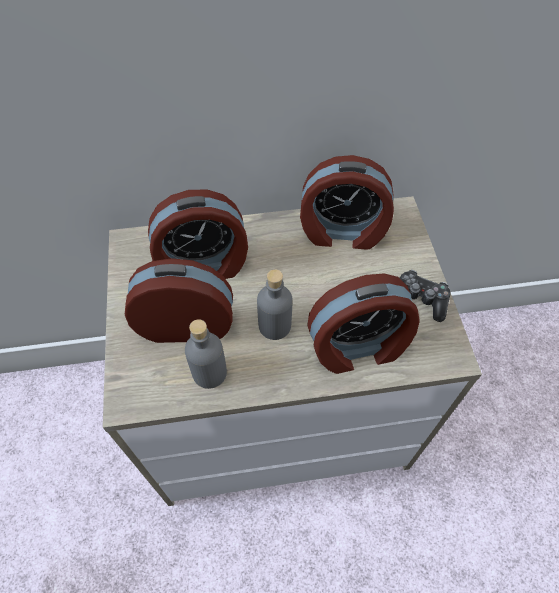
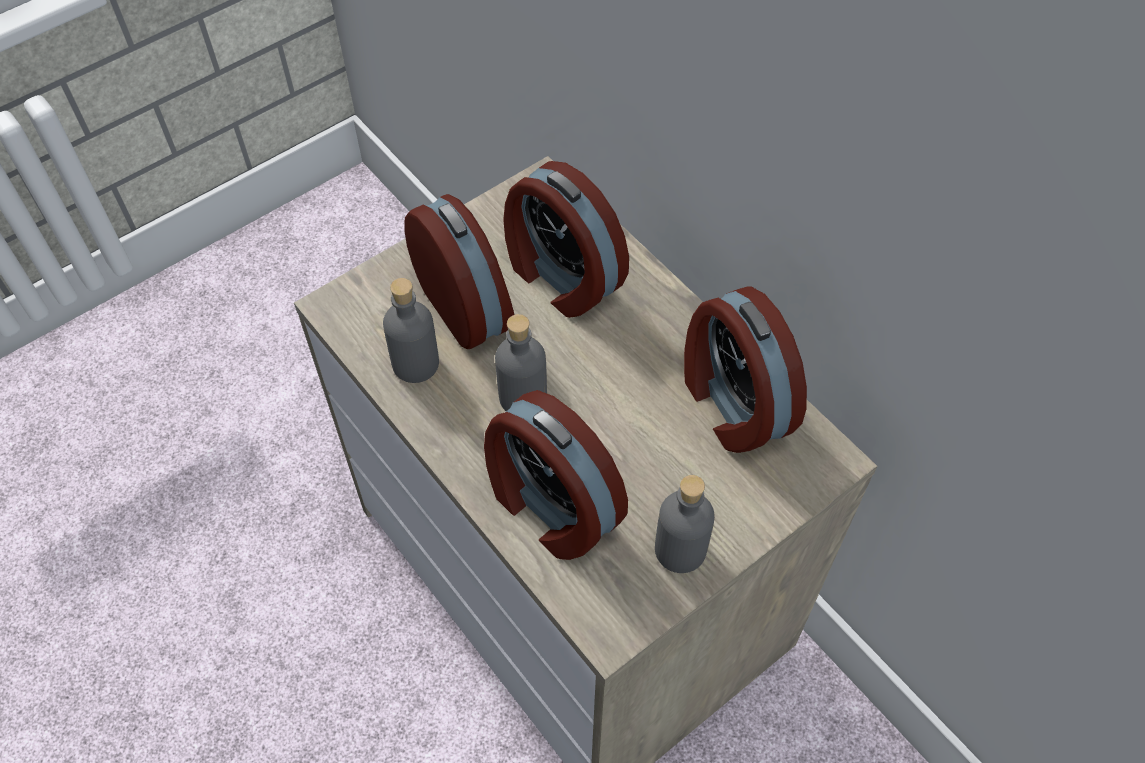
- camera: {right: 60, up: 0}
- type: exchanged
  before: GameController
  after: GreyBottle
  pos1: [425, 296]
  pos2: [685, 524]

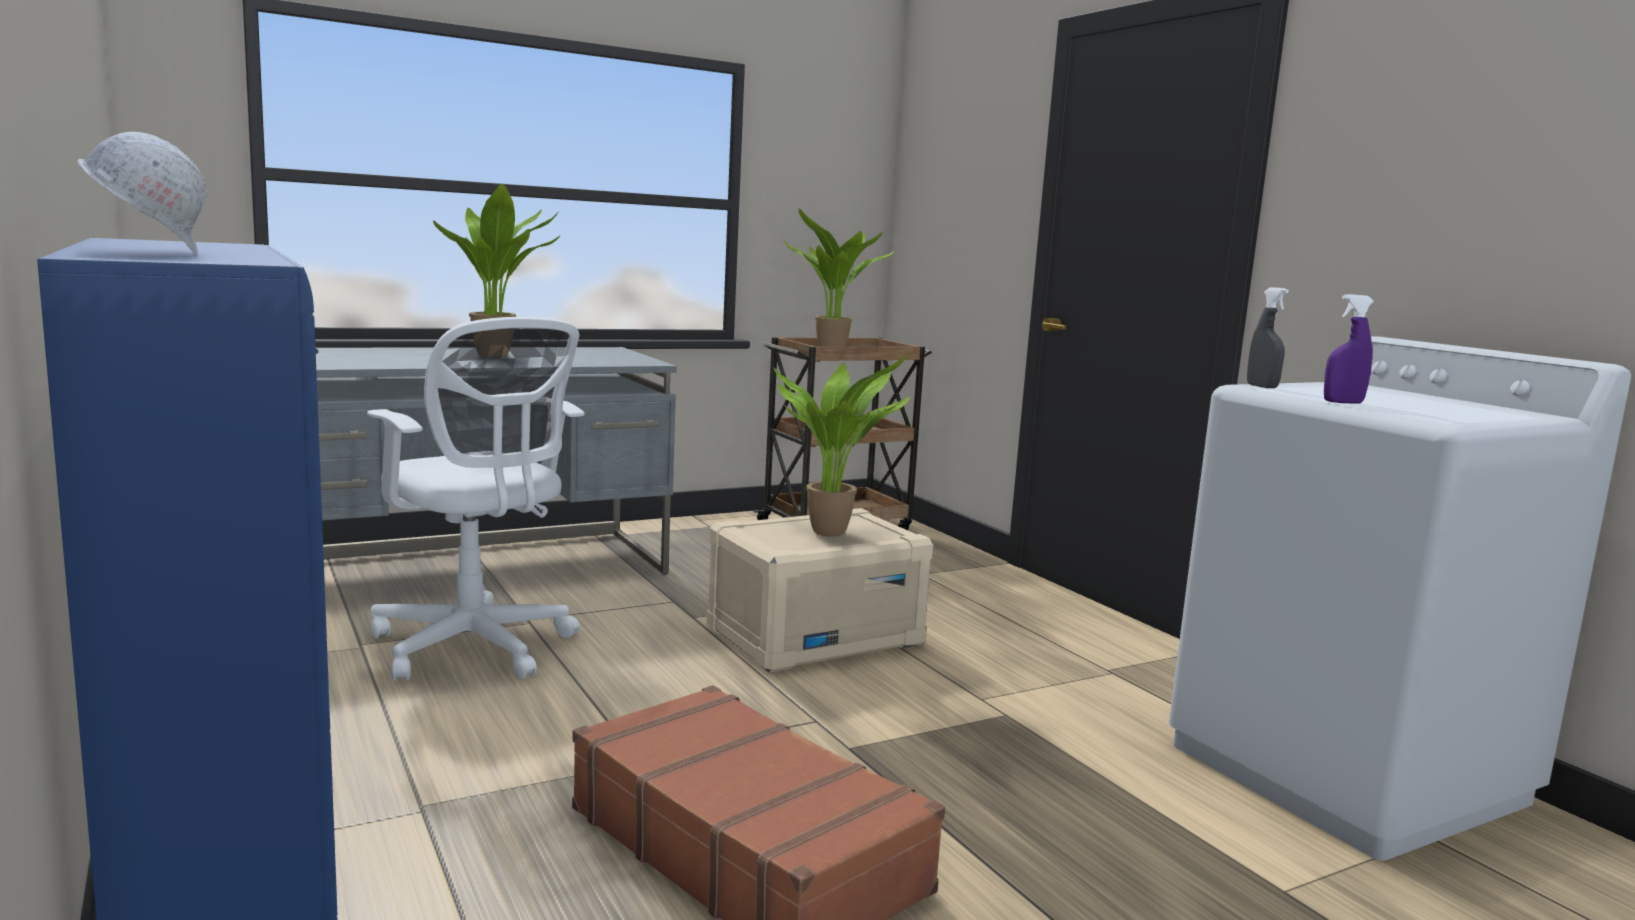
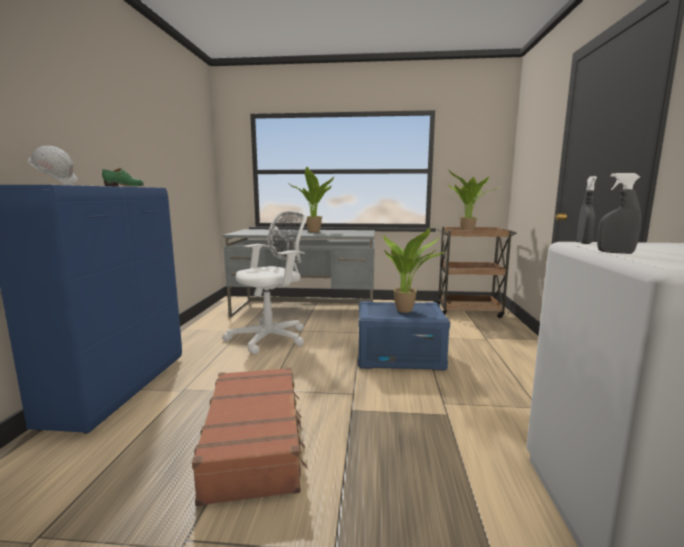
- camera: {right: 35, up: 0}
- type: appeared
  after: GreenShoe
  pos2: [123, 177]
- type: colour
  before: BeigeStorageBox
  after: BlueStorageBox
  pos1: [820, 590]
  pos2: [404, 336]
- type: colour
  before: PurpleSprayBottle
  after: GreySprayBottle
  pos1: [1349, 349]
  pos2: [619, 213]
- type: spun
  before: WhiteOfficeChair
  pos1: [476, 499]
  pos2: [264, 282]
  turn: -120

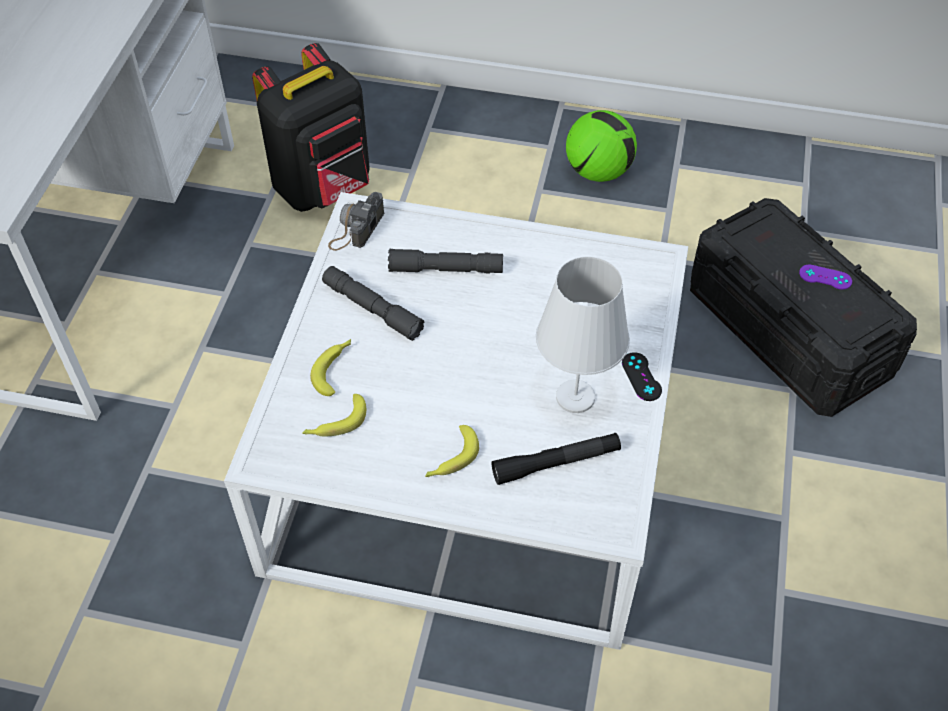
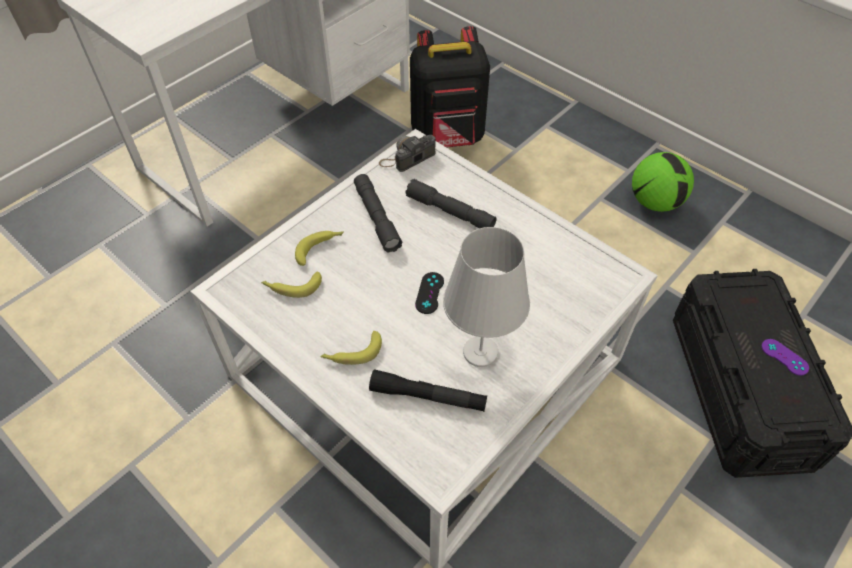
- camera: {right: 30, up: 0}
- type: relocated
  before: BlackGameController
  pos1: [642, 376]
  pos2: [429, 293]

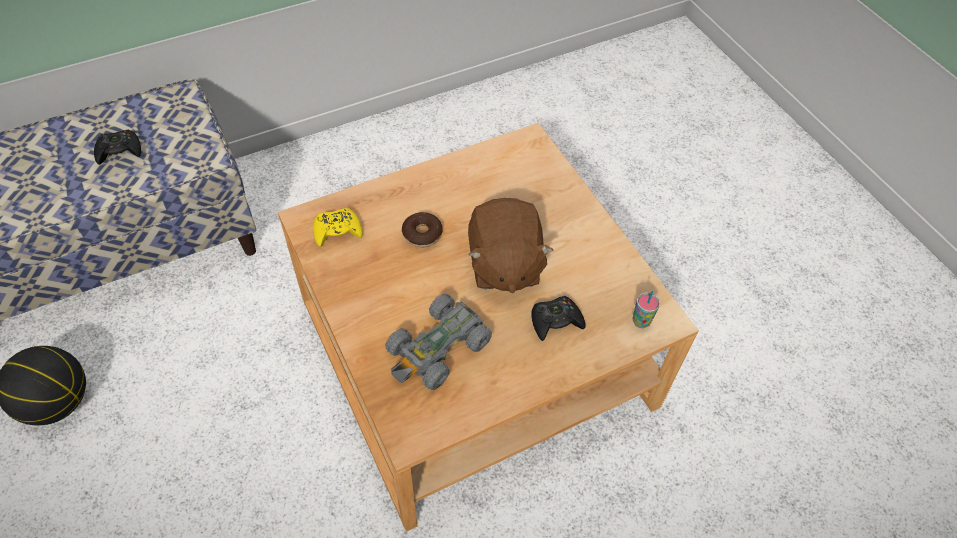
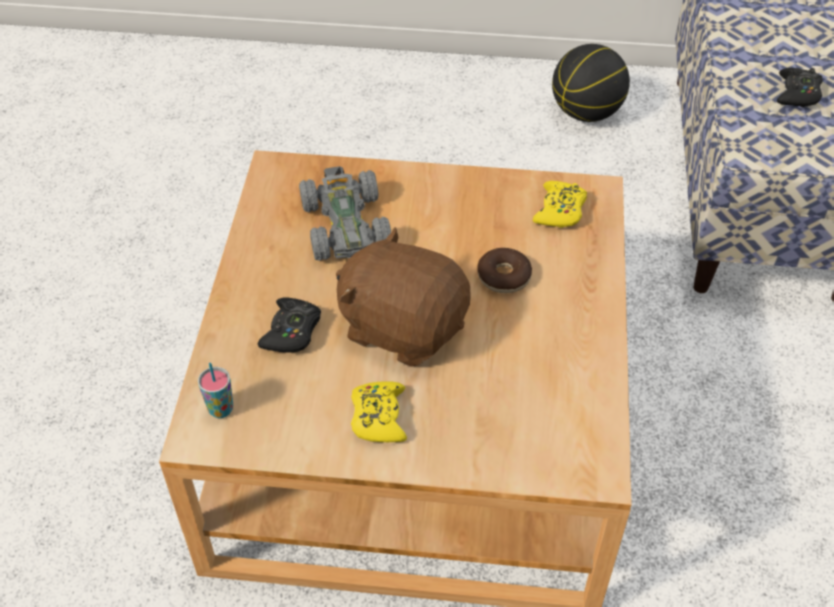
- camera: {right: 125, up: -5}
- type: appeared
  after: YellowGameController
  pos2: [379, 411]

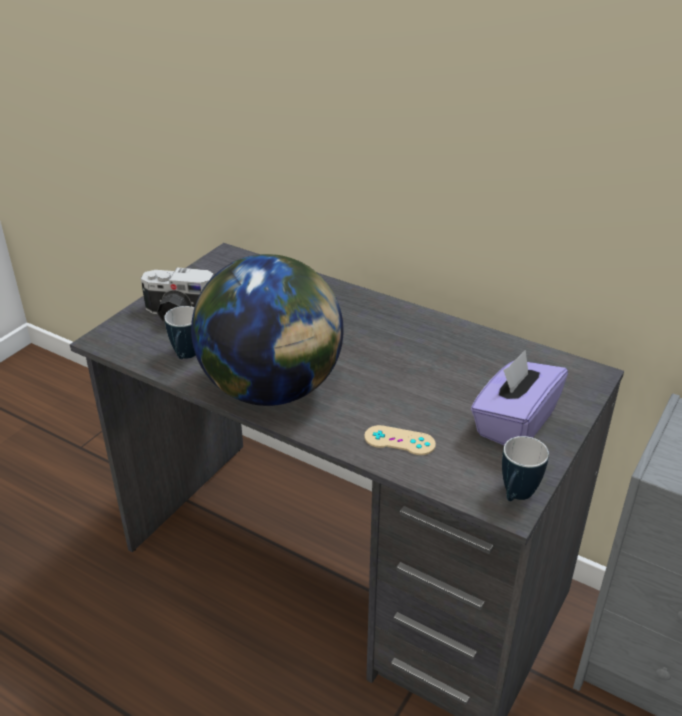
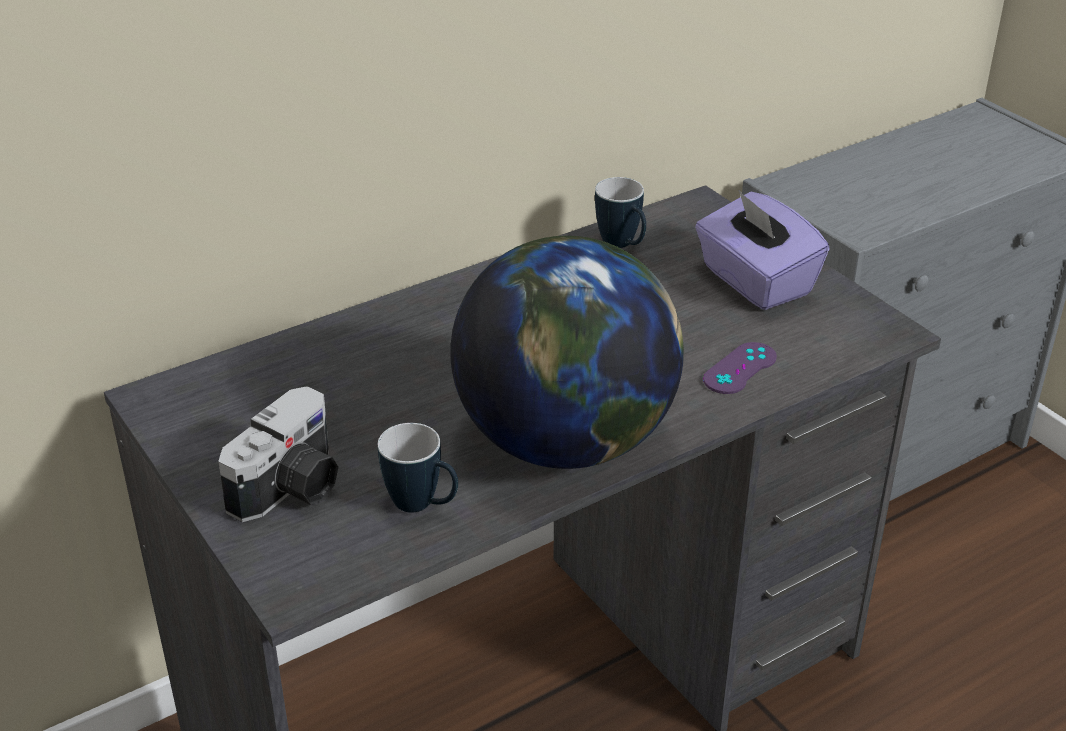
- camera: {right: -65, up: 0}
- type: relocated
  before: Mug
  pos1: [525, 468]
  pos2: [620, 212]
- type: colour
  before: BeigeGameController
  after: PurpleGameController
  pos1: [400, 440]
  pos2: [740, 368]

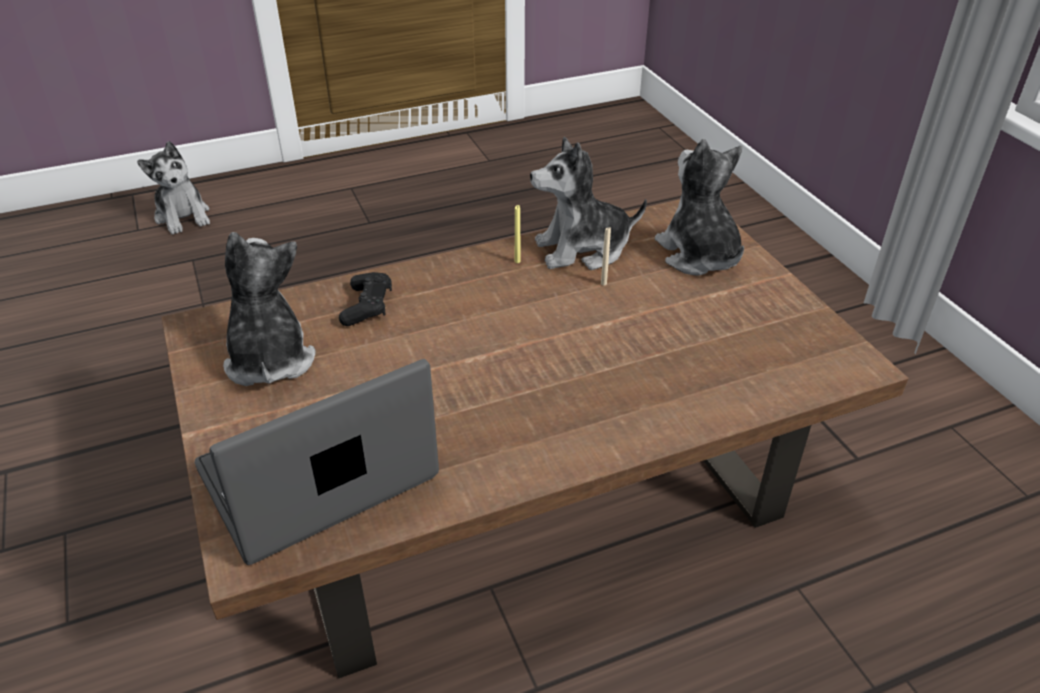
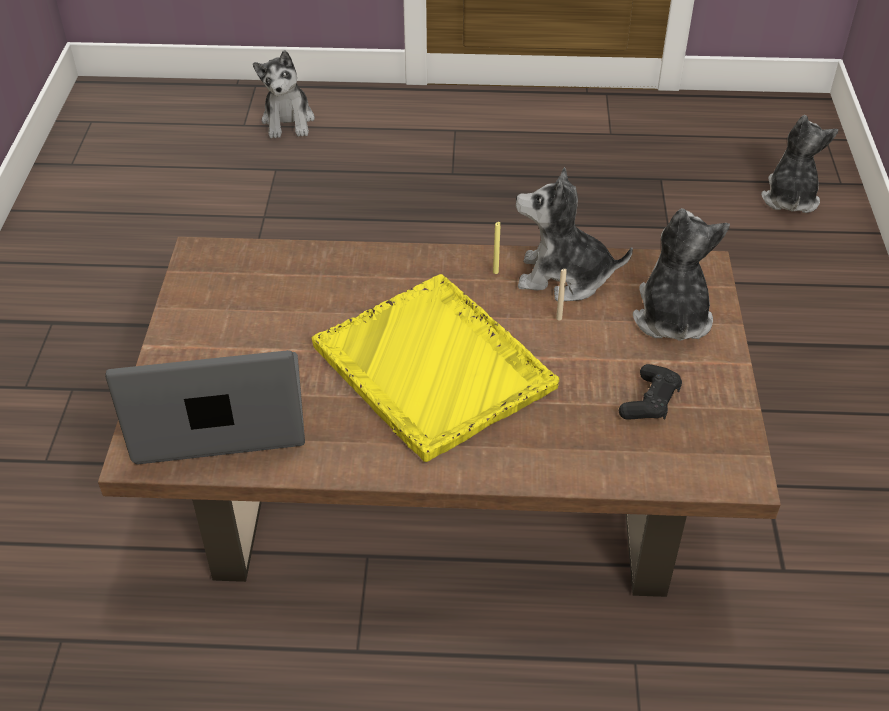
- camera: {right: 25, up: 5}
- type: appeared
  after: YellowTray
  pos2: [435, 368]
- type: relocated
  before: PlushToy
  pos1: [269, 309]
  pos2: [799, 164]
- type: relocated
  before: BlackGameController
  pos1: [365, 299]
  pos2: [650, 392]

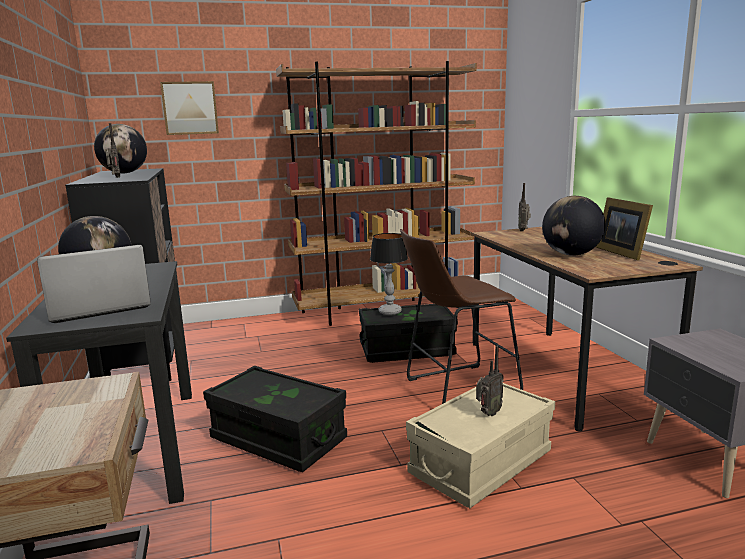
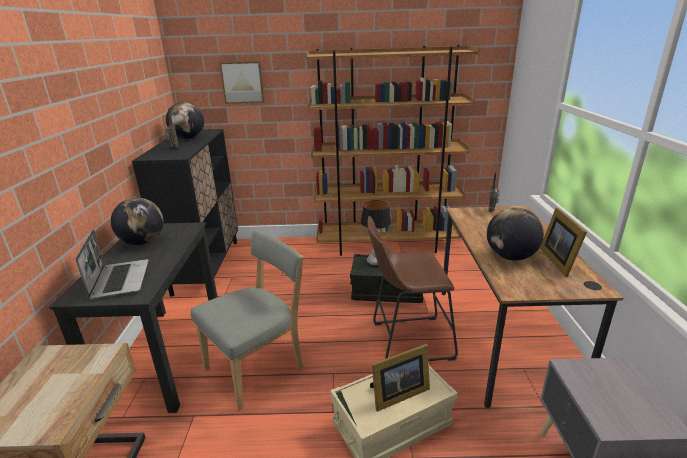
- camera: {right: 15, up: 10}
- type: exchanged
  before: BlackStorageBox
  after: GreyChair
  pos1: [275, 419]
  pos2: [247, 320]
- type: exchanged
  before: Radio
  after: PictureFrame
  pos1: [490, 381]
  pos2: [400, 378]
- type: spun
  before: Laptop
  pos1: [94, 284]
  pos2: [112, 265]
  turn: 90

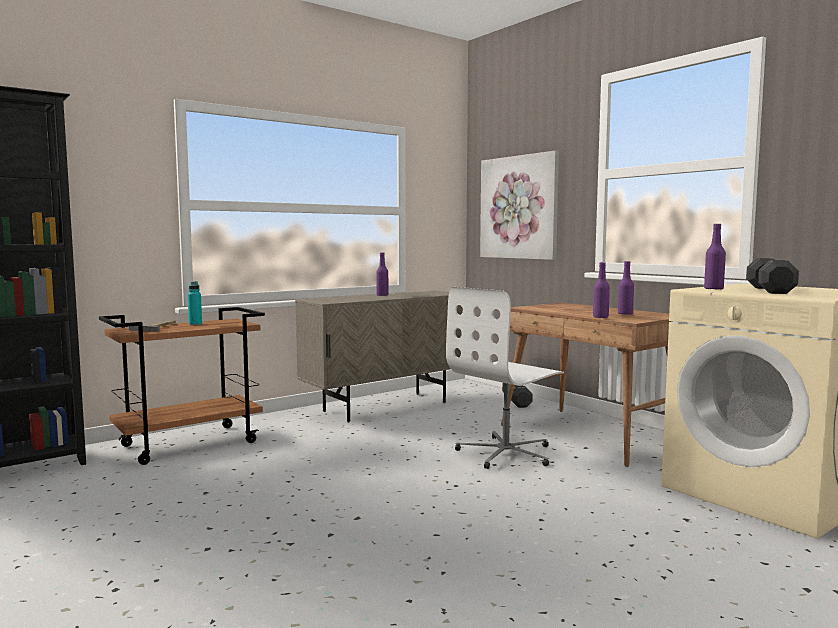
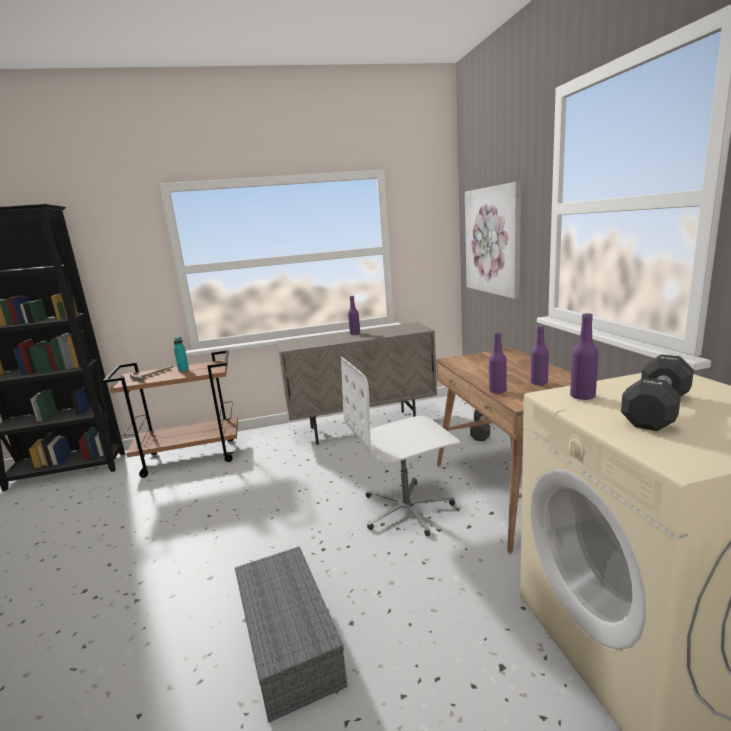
- camera: {right: 25, up: 10}
- type: appeared
  after: GreyStorageBox
  pos2: [291, 634]

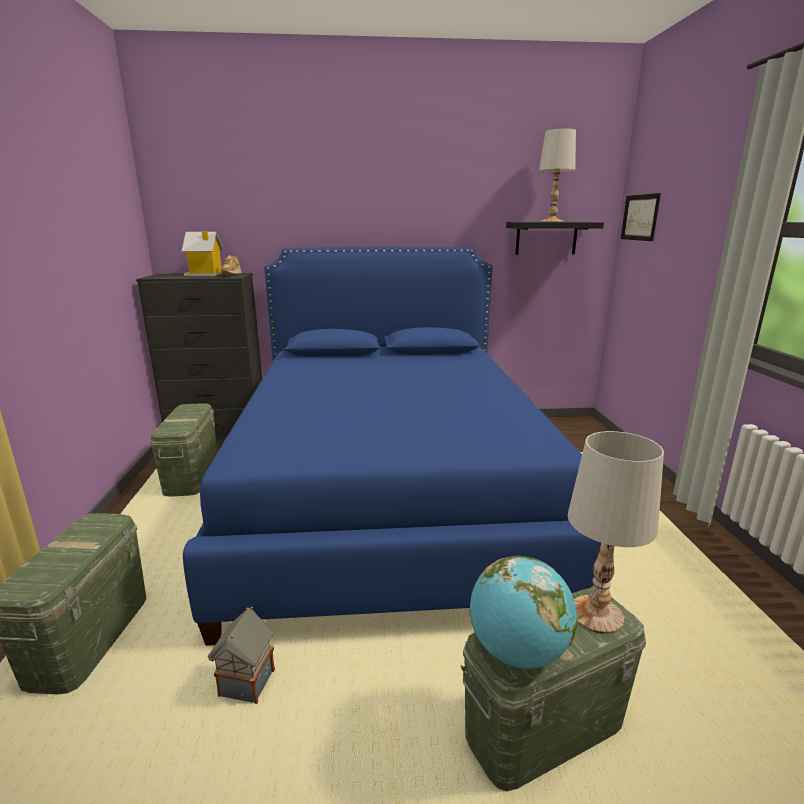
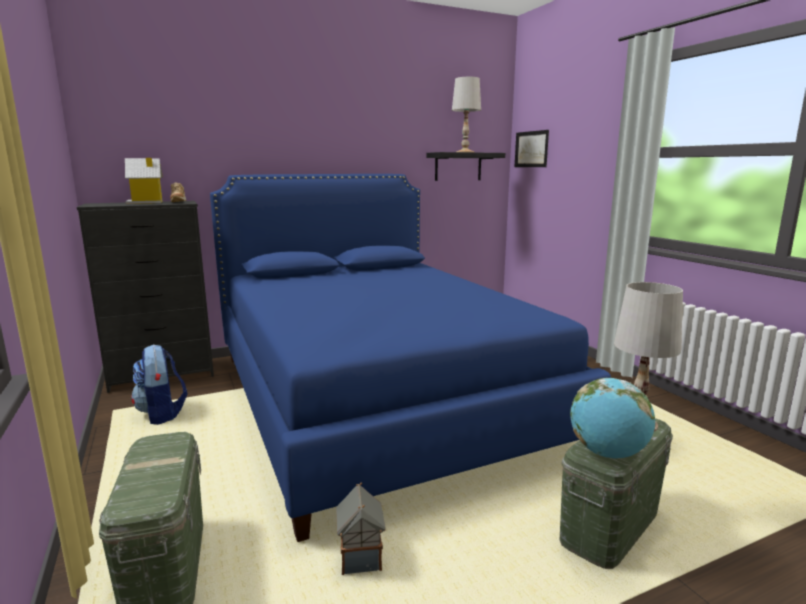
- camera: {right: -20, up: -5}
- type: exchanged
  before: GreenStorageBox
  after: Backpack
  pos1: [183, 450]
  pos2: [159, 384]

